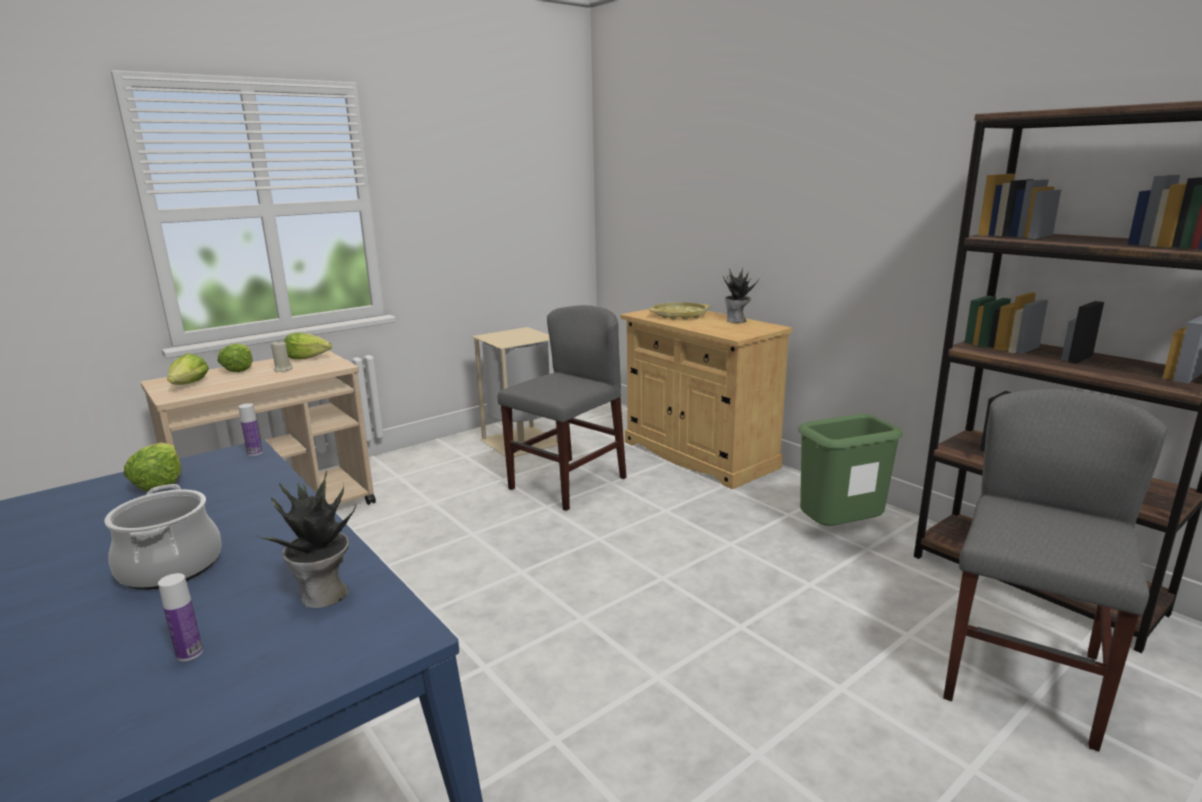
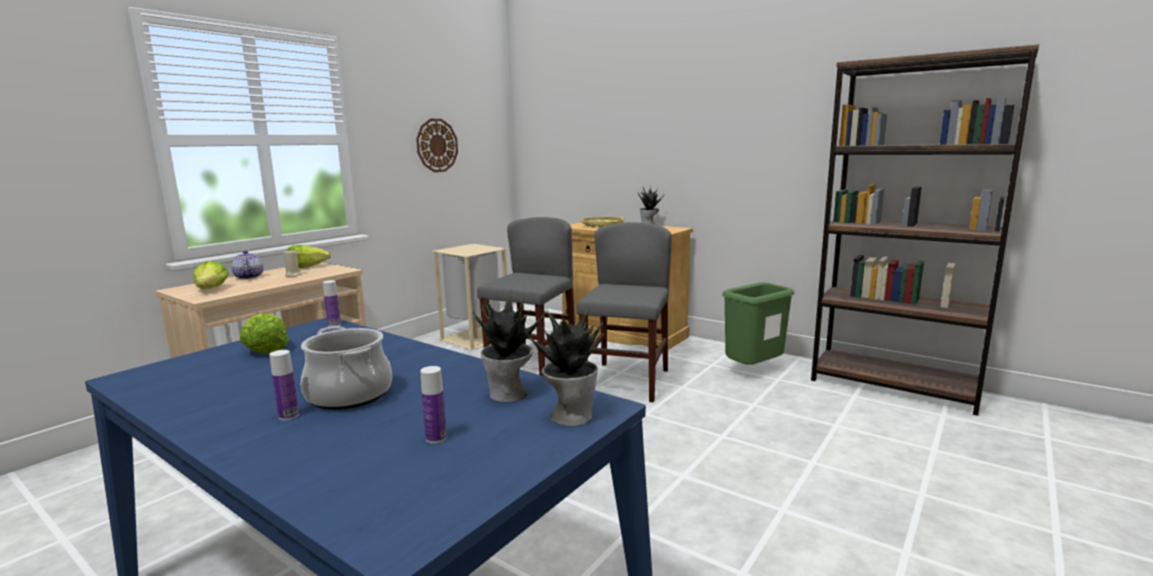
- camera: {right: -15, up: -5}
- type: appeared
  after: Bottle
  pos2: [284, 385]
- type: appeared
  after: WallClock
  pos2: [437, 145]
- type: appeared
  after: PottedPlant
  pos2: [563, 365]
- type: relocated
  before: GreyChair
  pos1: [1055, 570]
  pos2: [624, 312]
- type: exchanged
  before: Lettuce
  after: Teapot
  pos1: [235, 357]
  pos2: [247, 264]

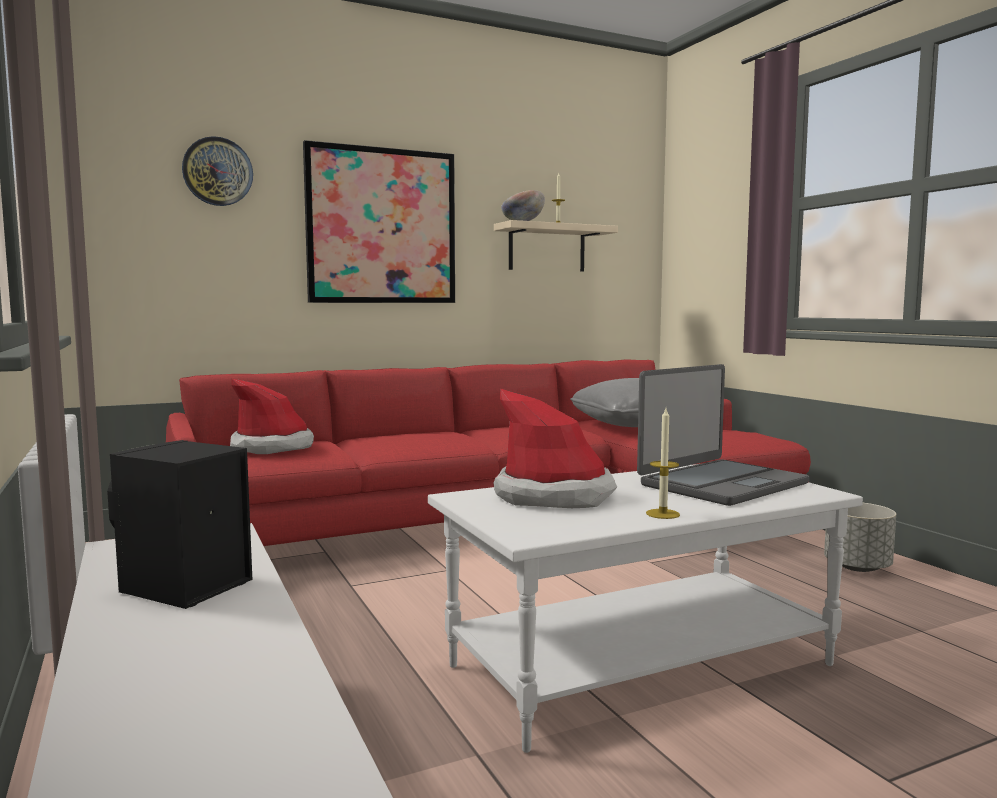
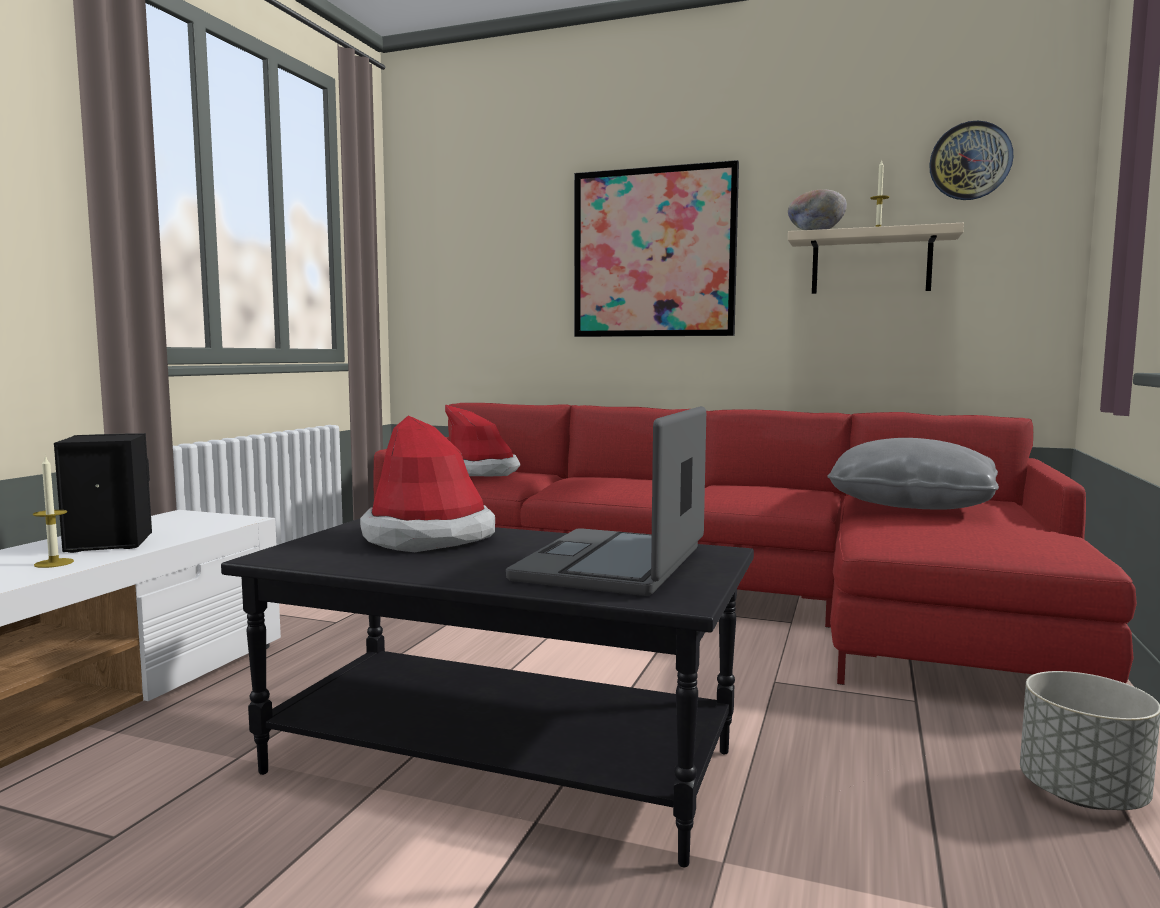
- camera: {right: 45, up: 0}
- type: relocated
  before: WallClock
  pos1: [217, 171]
  pos2: [971, 160]
- type: relocated
  before: Candle
  pos1: [663, 463]
  pos2: [53, 511]
- type: colour
  before: WhiteCoffeeTable
  after: BlackCoffeeTable
  pos1: [645, 608]
  pos2: [487, 693]
- type: spun
  before: Laptop
  pos1: [723, 435]
  pos2: [606, 501]
  turn: 105

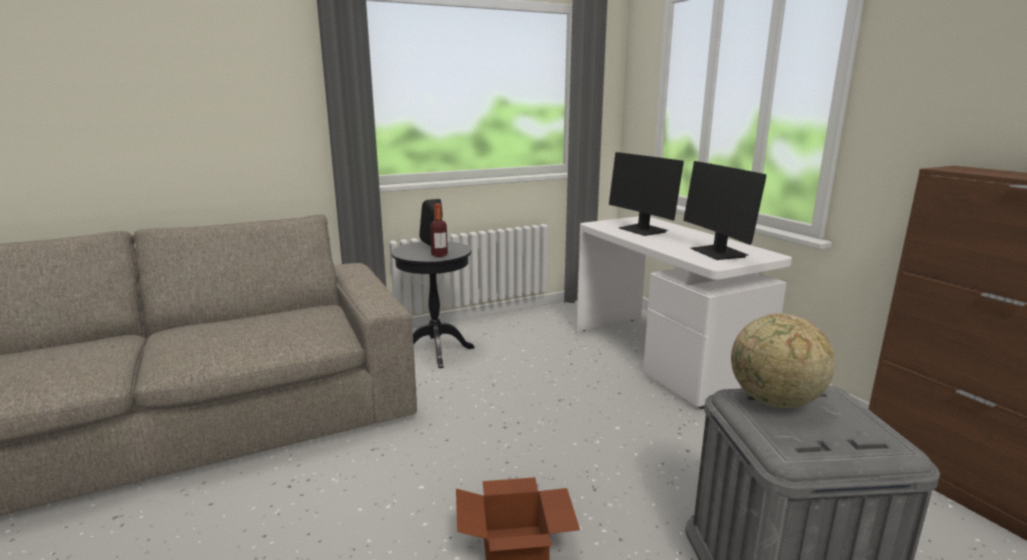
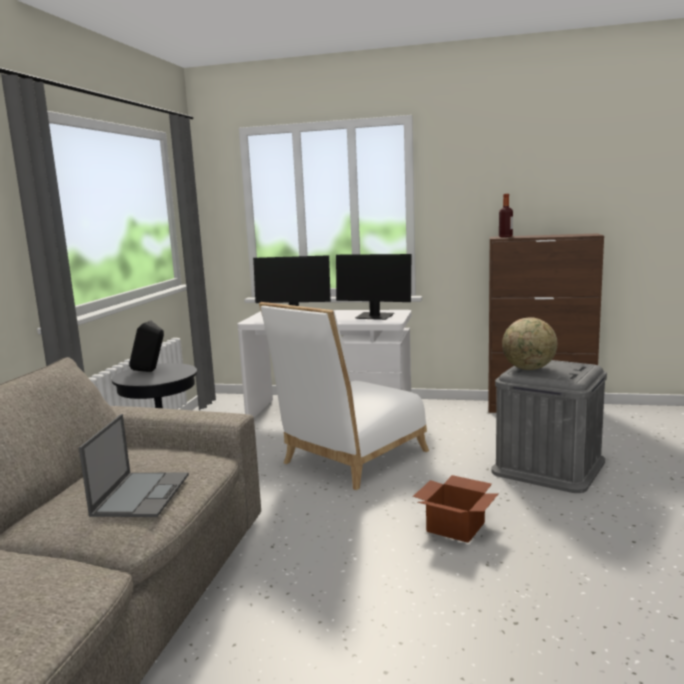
- camera: {right: -50, up: -5}
- type: appeared
  after: Laptop
  pos2: [134, 465]
- type: appeared
  after: WhiteChair
  pos2: [344, 396]
- type: relocated
  before: Bottle
  pos1: [439, 230]
  pos2: [506, 215]

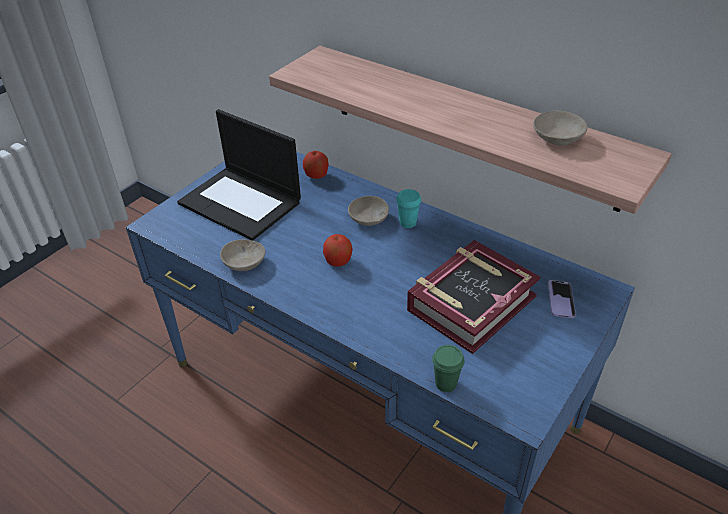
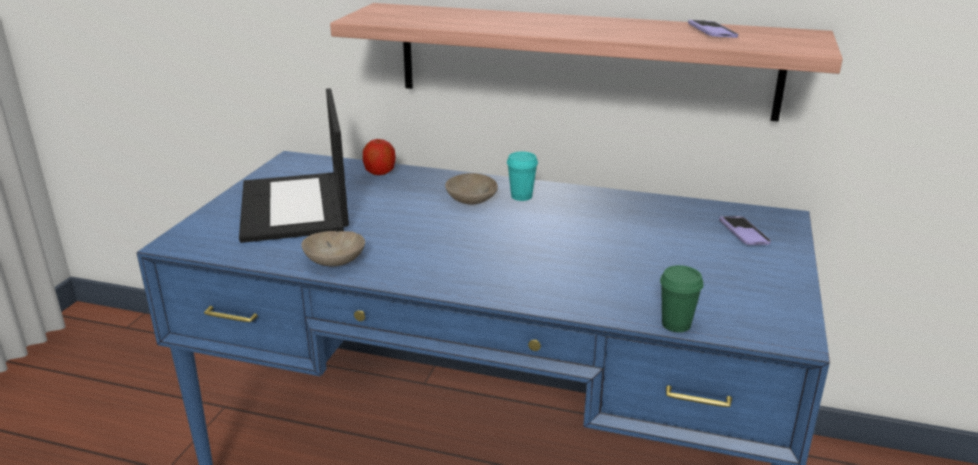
- camera: {right: -20, up: -15}
- type: missing
  before: Apple
  pos1: [338, 250]
- type: missing
  before: Book
  pos1: [473, 297]
- type: exchanged
  before: BeigeBowl
  after: Phone
  pos1: [560, 128]
  pos2: [713, 29]
- type: spun
  before: Laptop
  pos1: [239, 175]
  pos2: [294, 165]
  turn: 60

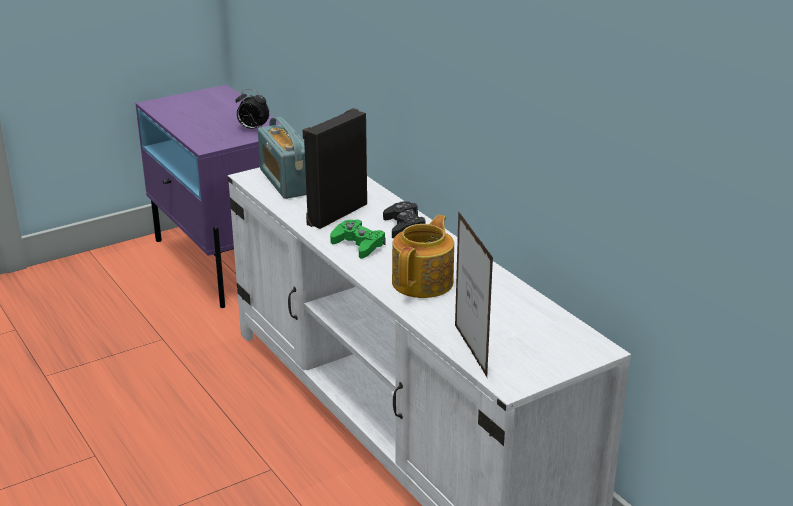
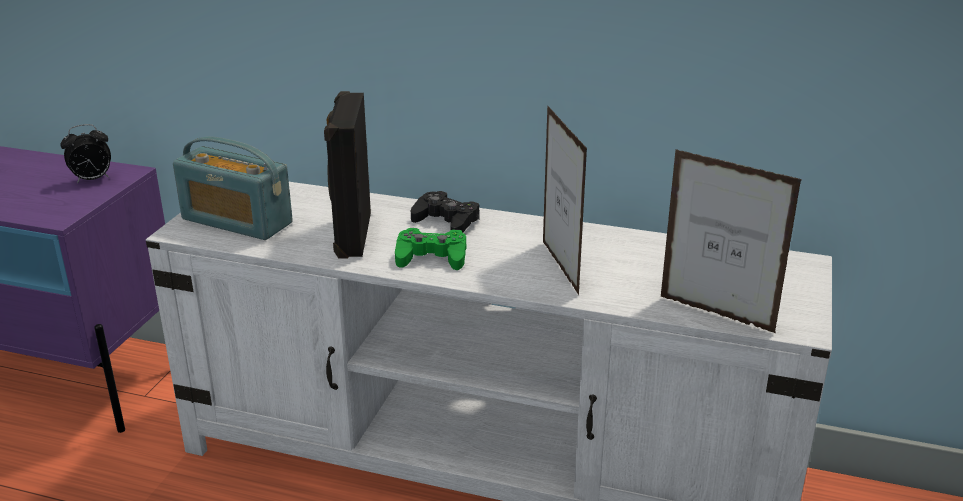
- camera: {right: -40, up: 0}
- type: exchanged
  before: Teapot
  after: PictureFrame
  pos1: [423, 256]
  pos2: [565, 200]

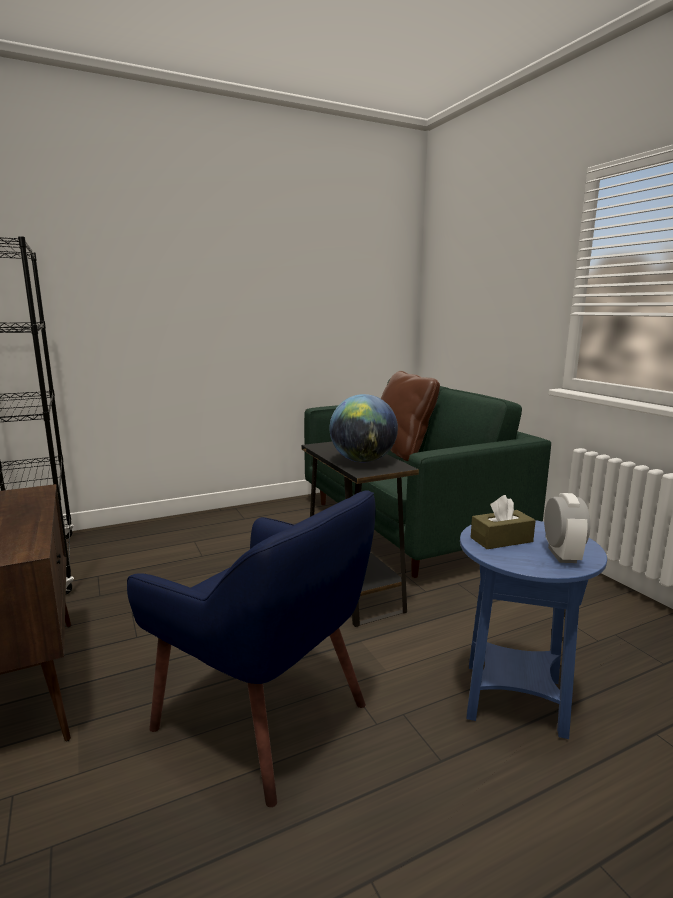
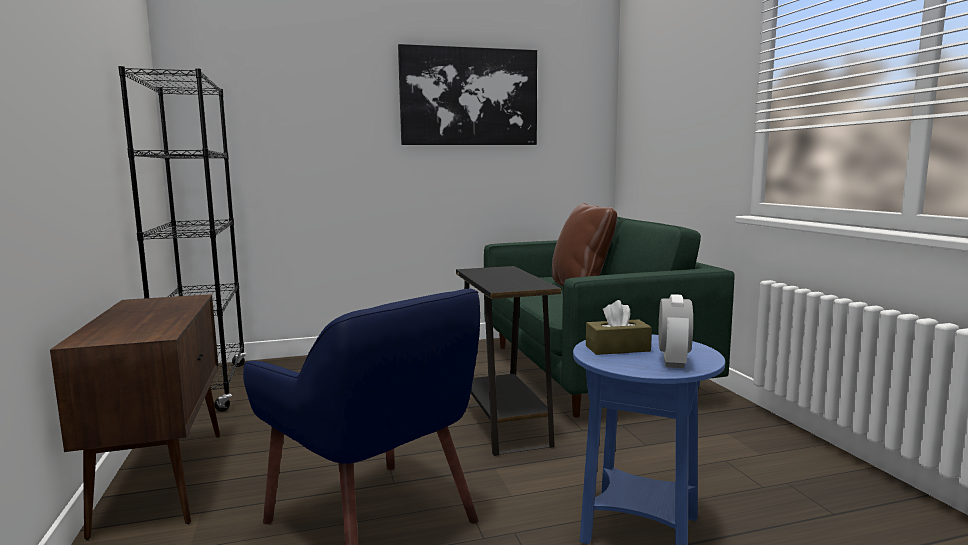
- camera: {right: 10, up: -5}
- type: missing
  before: Globe
  pos1: [364, 428]
- type: appeared
  after: Picture
  pos2: [467, 94]

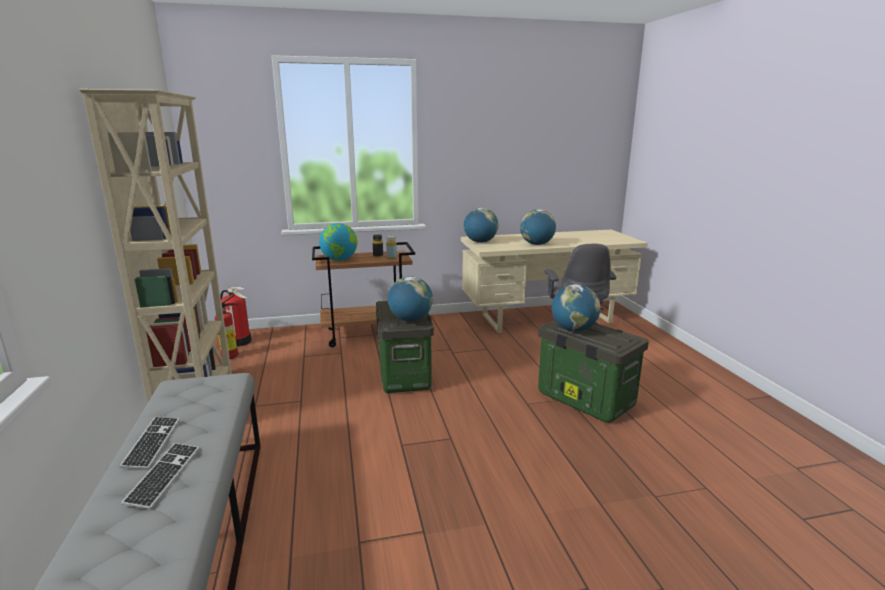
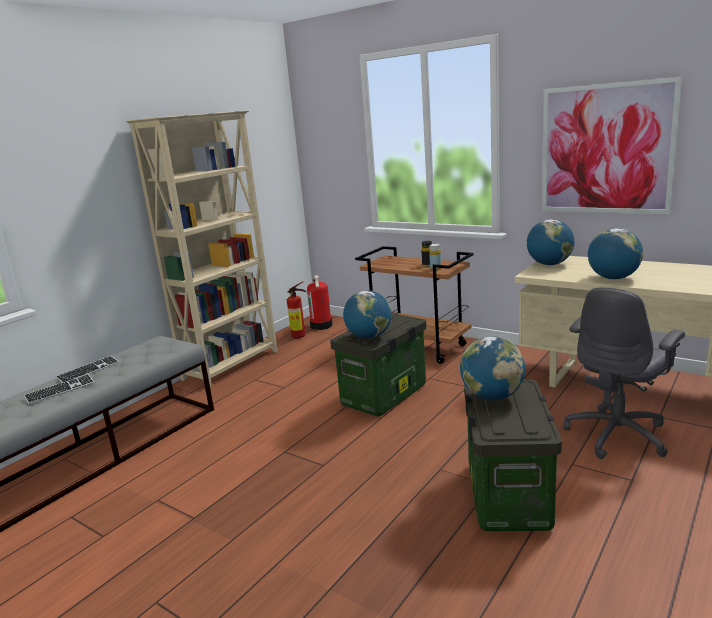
- camera: {right: 50, up: 0}
- type: missing
  before: Globe
  pos1: [338, 242]
- type: appeared
  after: Picture
  pos2: [612, 145]

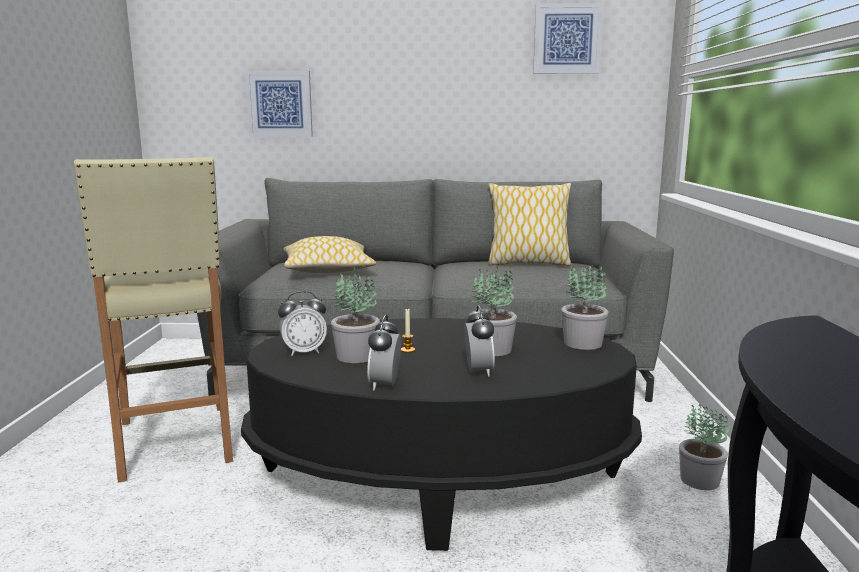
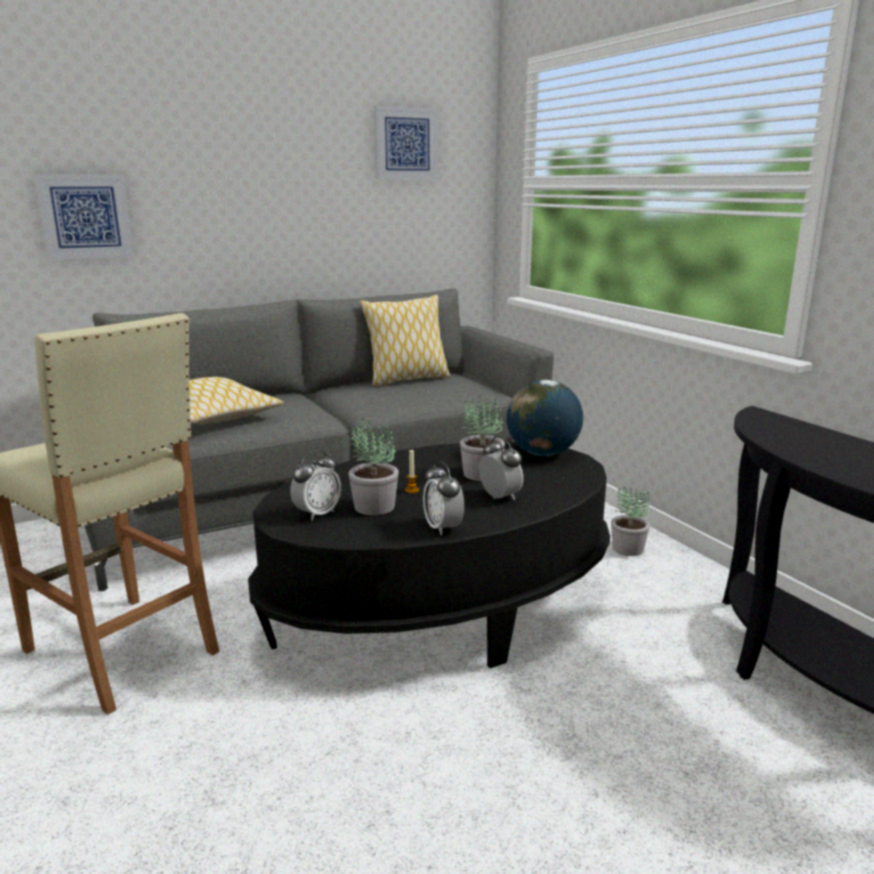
- camera: {right: -30, up: 5}
- type: exchanged
  before: PottedPlant
  after: Globe
  pos1: [585, 307]
  pos2: [545, 418]

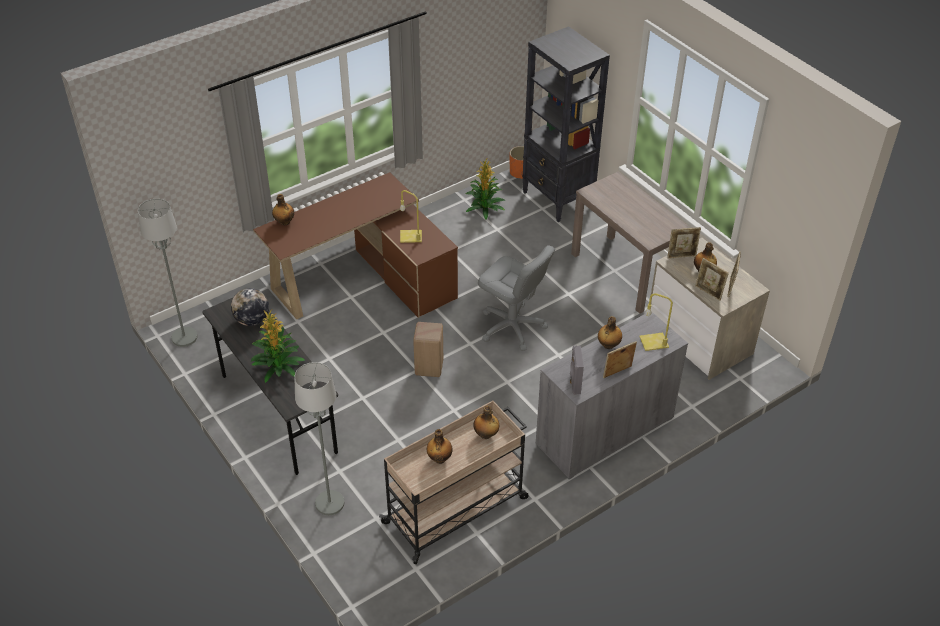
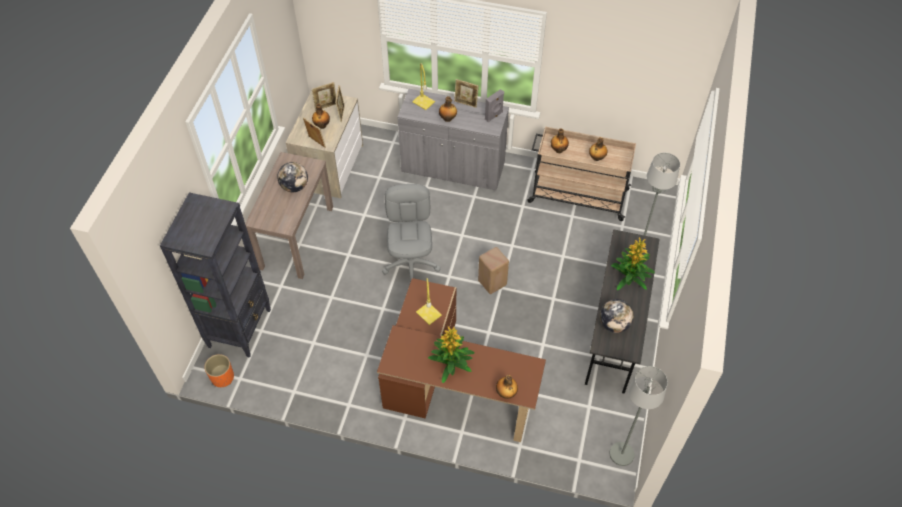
- camera: {right: -130, up: 10}
- type: appeared
  after: Globe
  pos2: [292, 177]
- type: relocated
  before: PottedPlant
  pos1: [485, 189]
  pos2: [451, 354]

